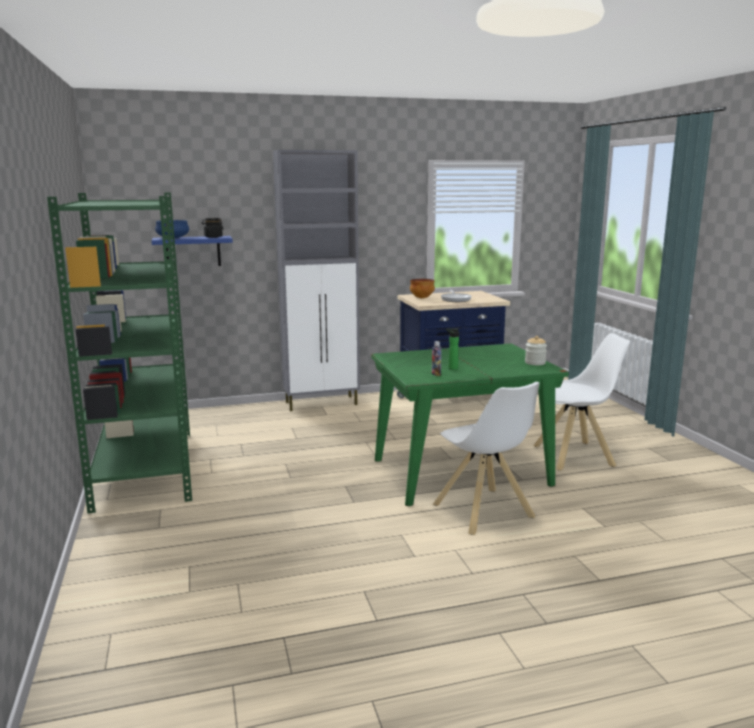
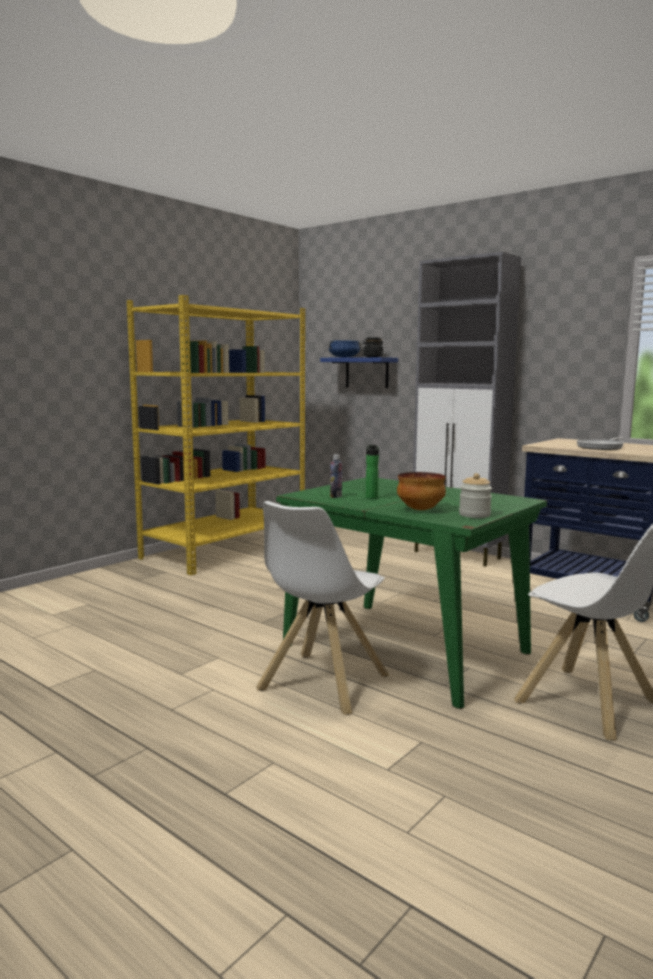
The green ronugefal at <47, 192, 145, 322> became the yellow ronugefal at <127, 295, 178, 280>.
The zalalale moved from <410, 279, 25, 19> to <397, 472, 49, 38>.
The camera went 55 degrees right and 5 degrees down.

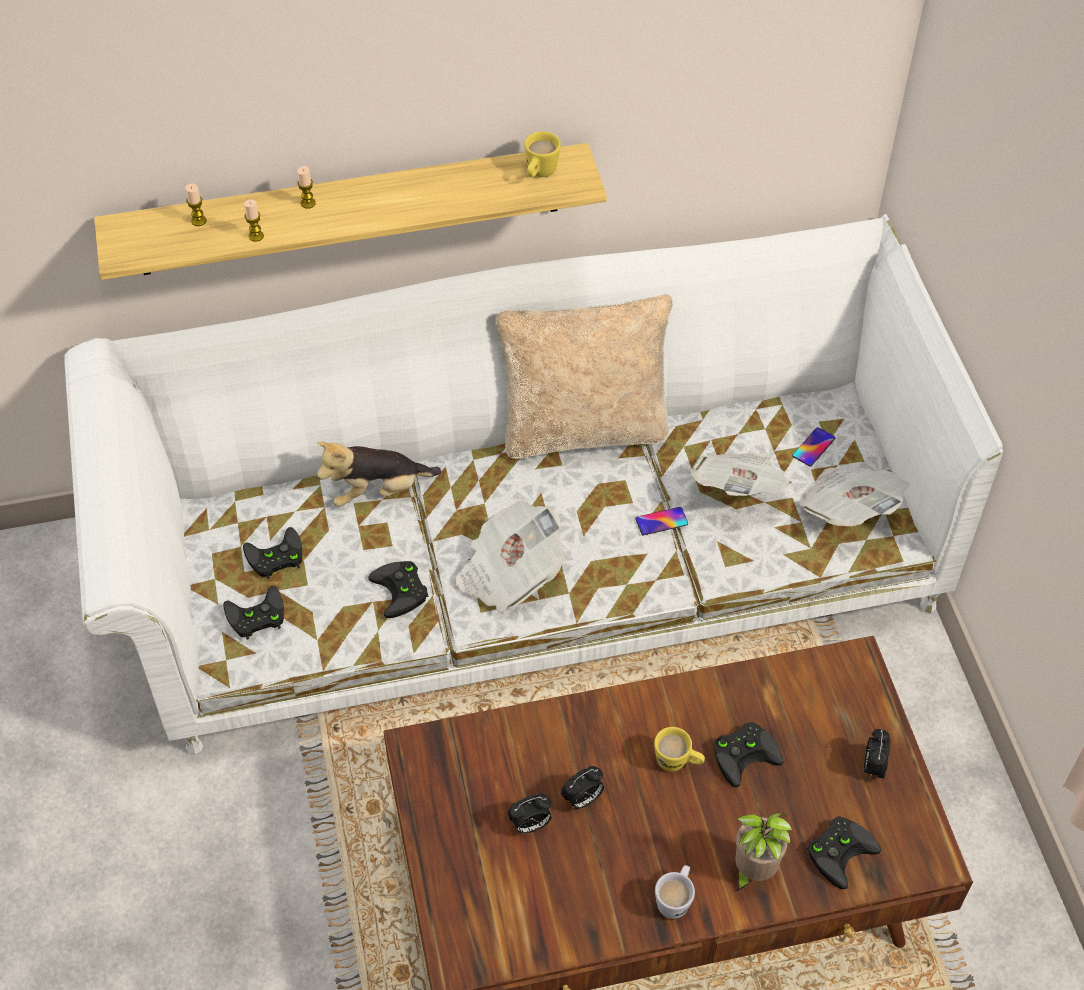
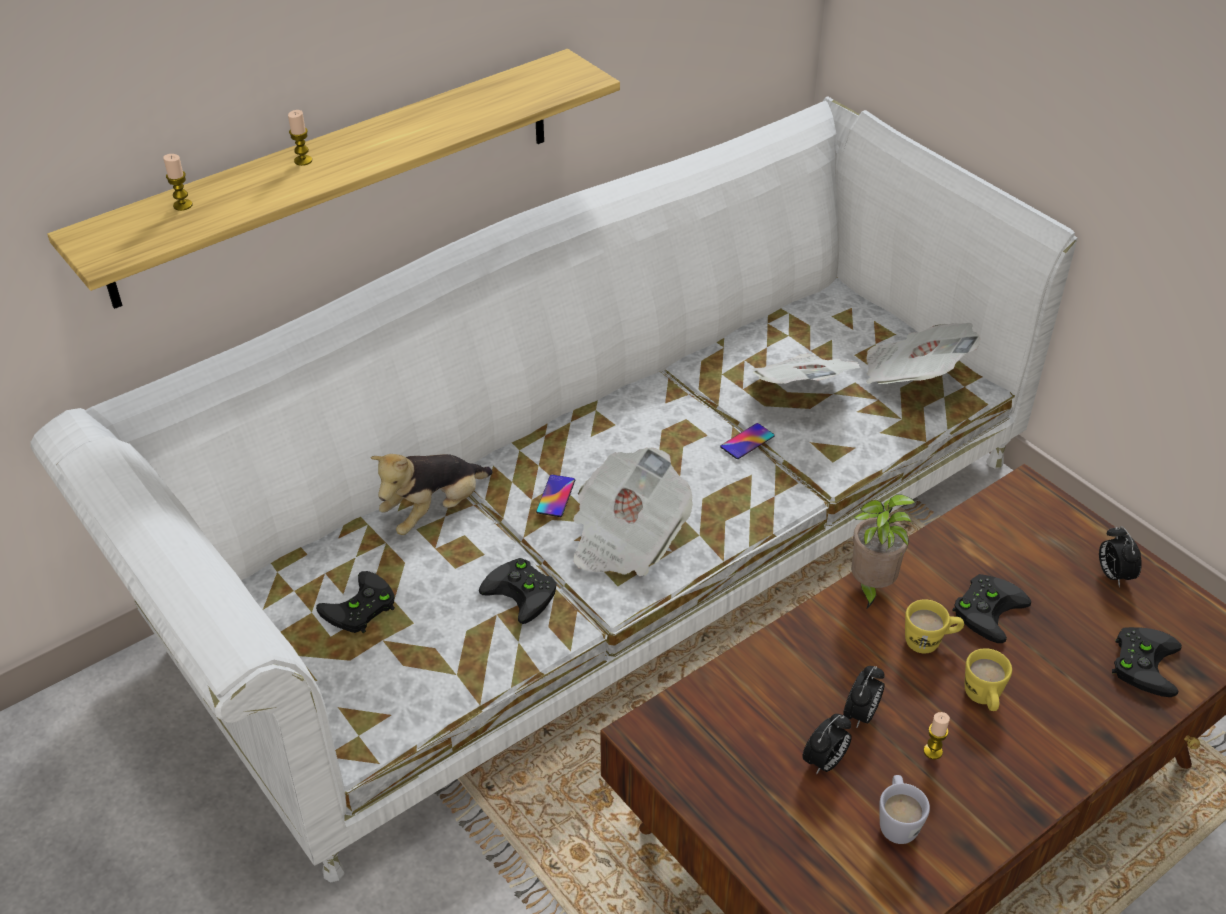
The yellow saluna moved from <524, 131, 37, 46> to <965, 648, 47, 63>.
The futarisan moved from <244, 200, 20, 42> to <923, 712, 27, 47>.
The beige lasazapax at <496, 294, 177, 165> disappeared.
The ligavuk moved from <792, 427, 44, 40> to <536, 475, 39, 42>.
The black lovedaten at <223, 585, 61, 55> disappeared.
The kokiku moved from <735, 813, 57, 79> to <851, 494, 65, 116>.
The white saluna moved from <655, 865, 40, 54> to <879, 775, 51, 69>.
The camera went 25 degrees left and 10 degrees down.

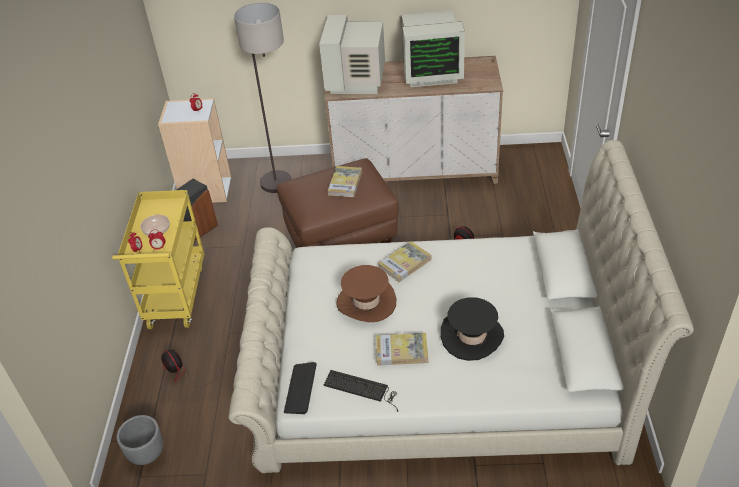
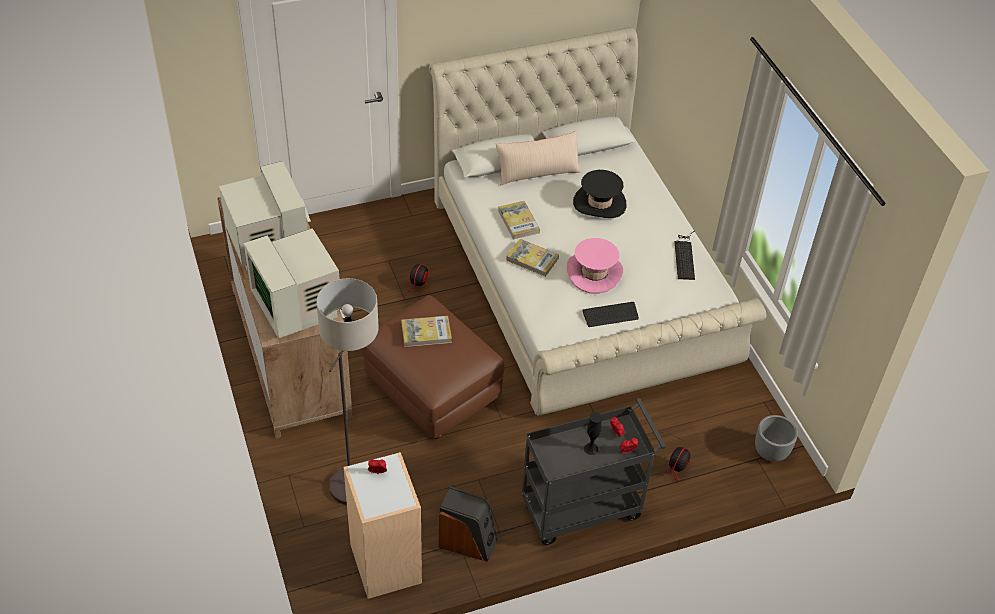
The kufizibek at <319, 15, 66, 79> turned 75 degrees clockwise.
The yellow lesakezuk at <112, 190, 93, 139> became the grey lesakezuk at <522, 398, 144, 147>.
The zalalale at <140, 215, 30, 21> was replaced by the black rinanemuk at <584, 412, 18, 43>.
The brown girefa at <336, 265, 60, 57> became the pink girefa at <567, 238, 56, 56>.
The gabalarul moved from <376, 333, 52, 33> to <498, 201, 42, 39>.
The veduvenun moved from <284, 362, 33, 52> to <583, 302, 56, 25>.
The beige lasazapax at <496, 131, 85, 55> appeared.
The camera went 115 degrees left and 5 degrees up.

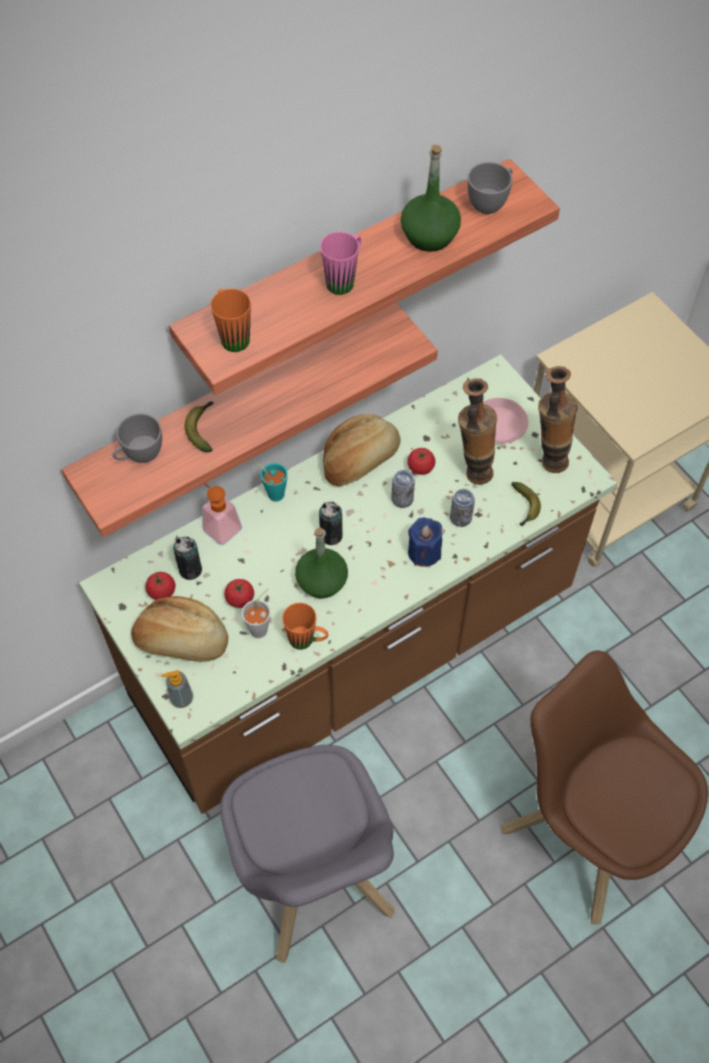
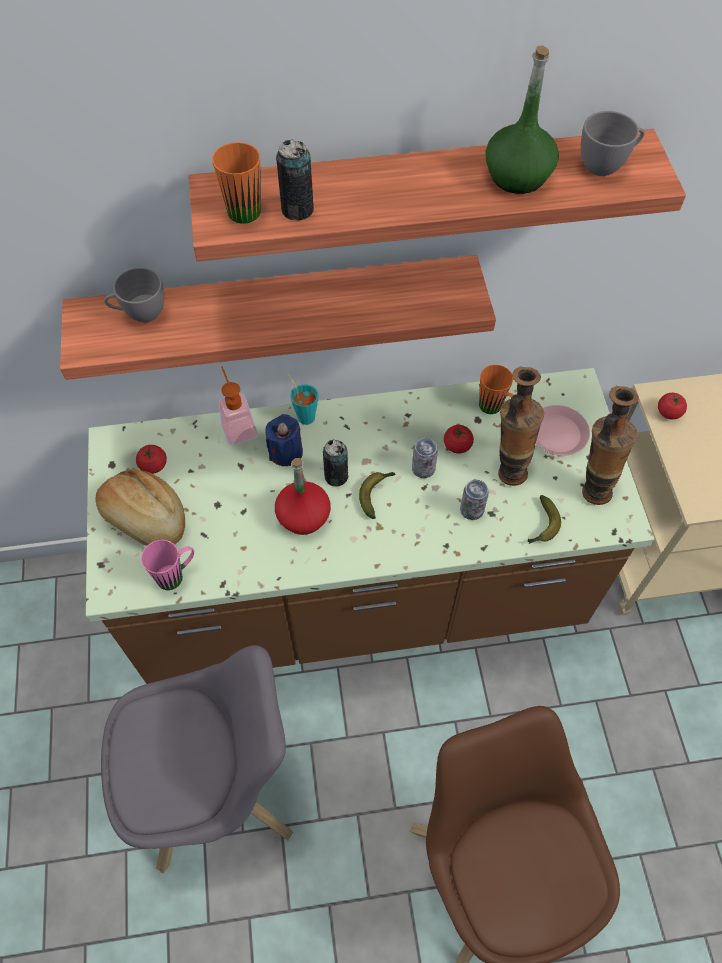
The pink saluna moved from <320, 232, 41, 63> to <141, 540, 53, 50>.
The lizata moved from <185, 401, 29, 51> to <359, 472, 37, 47>.
The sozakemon at <323, 414, 78, 72> disappeared.
The blue futarisan moved from <408, 517, 34, 50> to <265, 414, 38, 52>.
The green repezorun at <295, 527, 53, 71> became the red repezorun at <275, 458, 56, 77>.
The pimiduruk moved from <173, 537, 29, 43> to <276, 139, 38, 82>.
The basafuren moved from <224, 579, 30, 29> to <658, 393, 29, 26>.
The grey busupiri at <242, 588, 28, 50> disappeared.
The orange saluna moved from <282, 603, 46, 47> to <479, 365, 34, 49>.
The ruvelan at <161, 670, 32, 38> disappeared.
The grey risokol at <220, 745, 175, 218> turned 105 degrees counterclockwise.
The camera went 25 degrees right and 0 degrees up.

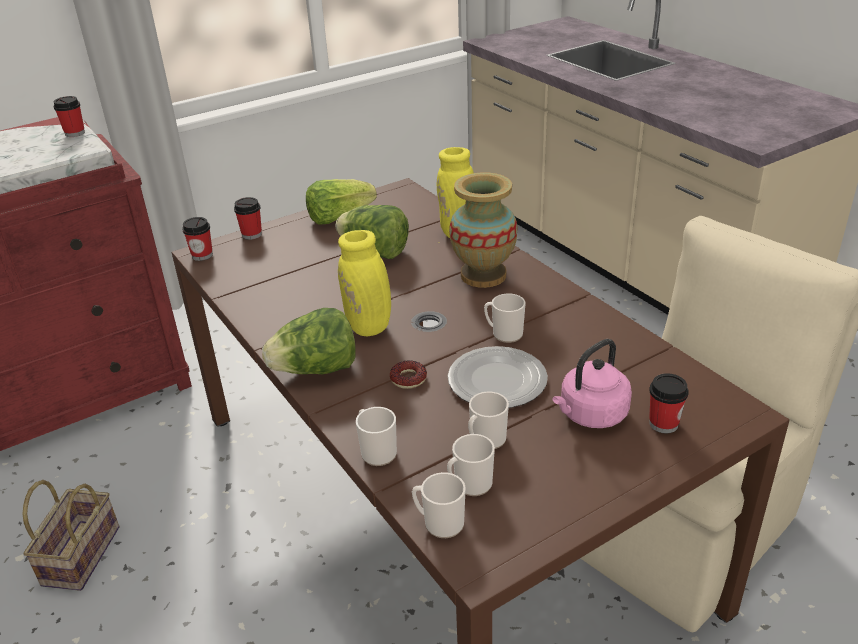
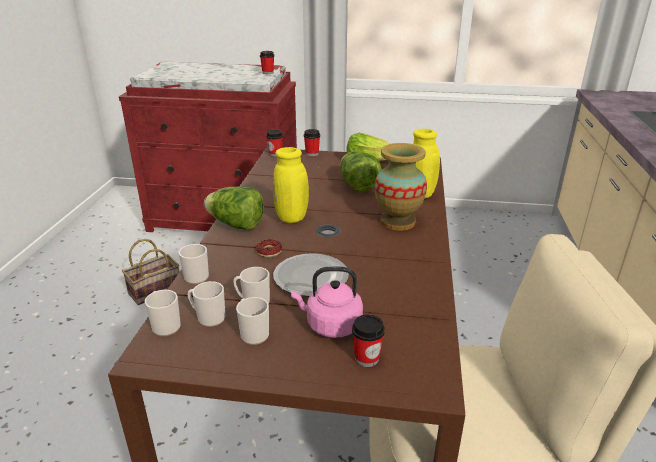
The saluna moved from <484, 294, 41, 49> to <236, 297, 33, 48>.
The camera went 40 degrees right and 5 degrees down.

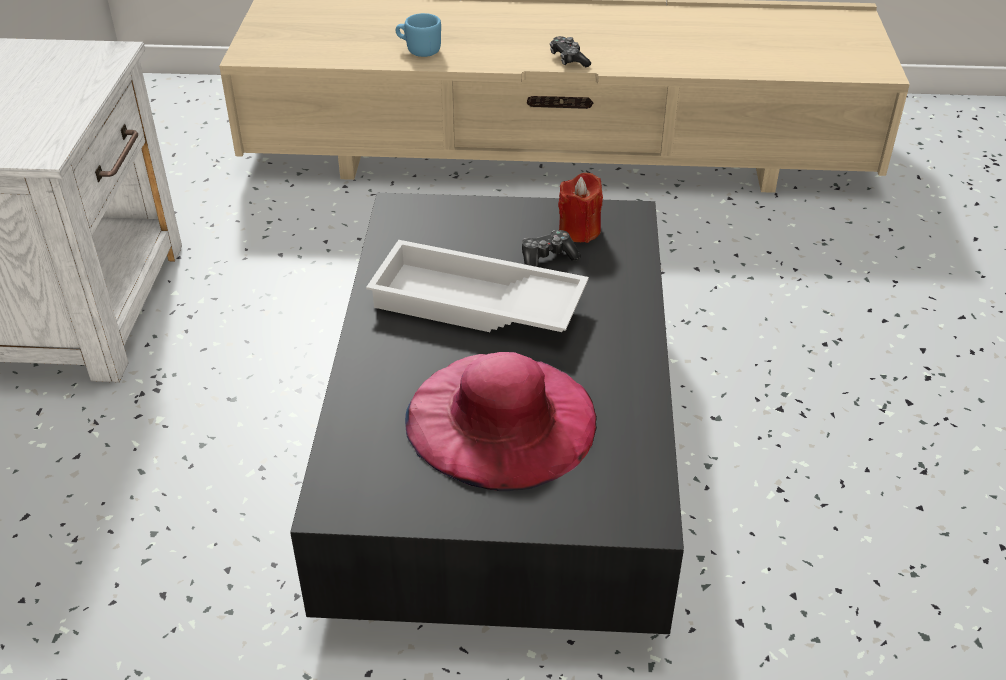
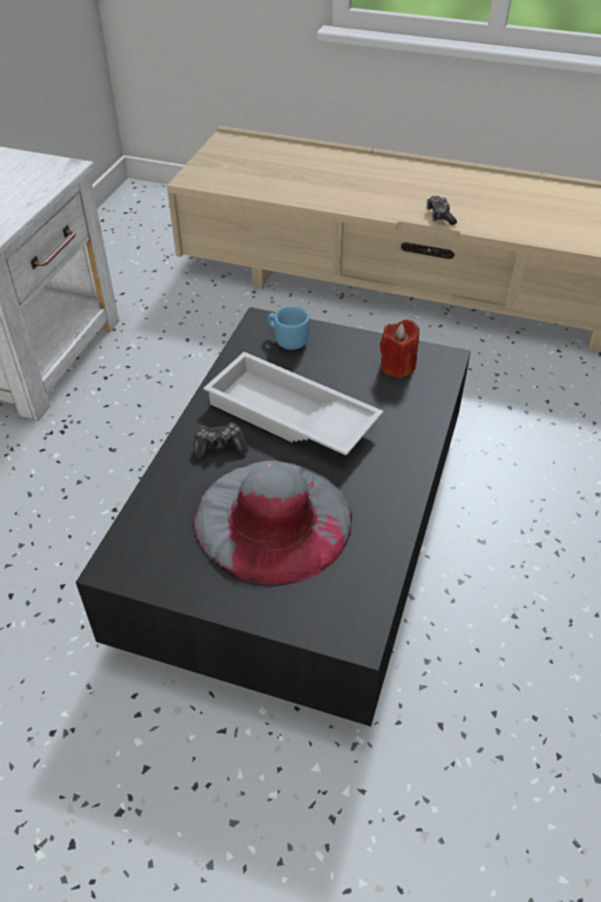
The blue saluna moved from <396, 13, 45, 44> to <267, 306, 43, 44>.
The lovedaten moved from <522, 230, 59, 37> to <193, 423, 55, 37>.
The pink girefa at <405, 352, 192, 139> became the grey girefa at <193, 461, 159, 126>.
The camera went 15 degrees right and 5 degrees up.

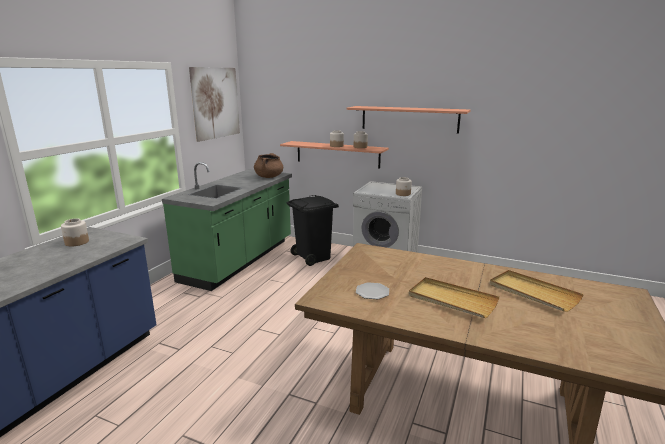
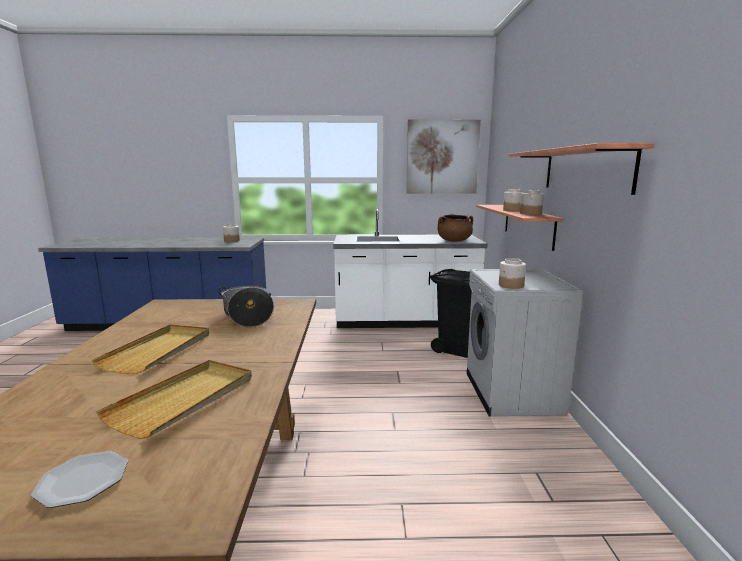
The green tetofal at <162, 162, 130, 129> became the white tetofal at <333, 209, 154, 119>.
The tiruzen moved from <356, 282, 33, 17> to <31, 451, 97, 57>.
The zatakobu at <218, 286, 56, 41> appeared.
The camera went 65 degrees right and 5 degrees down.

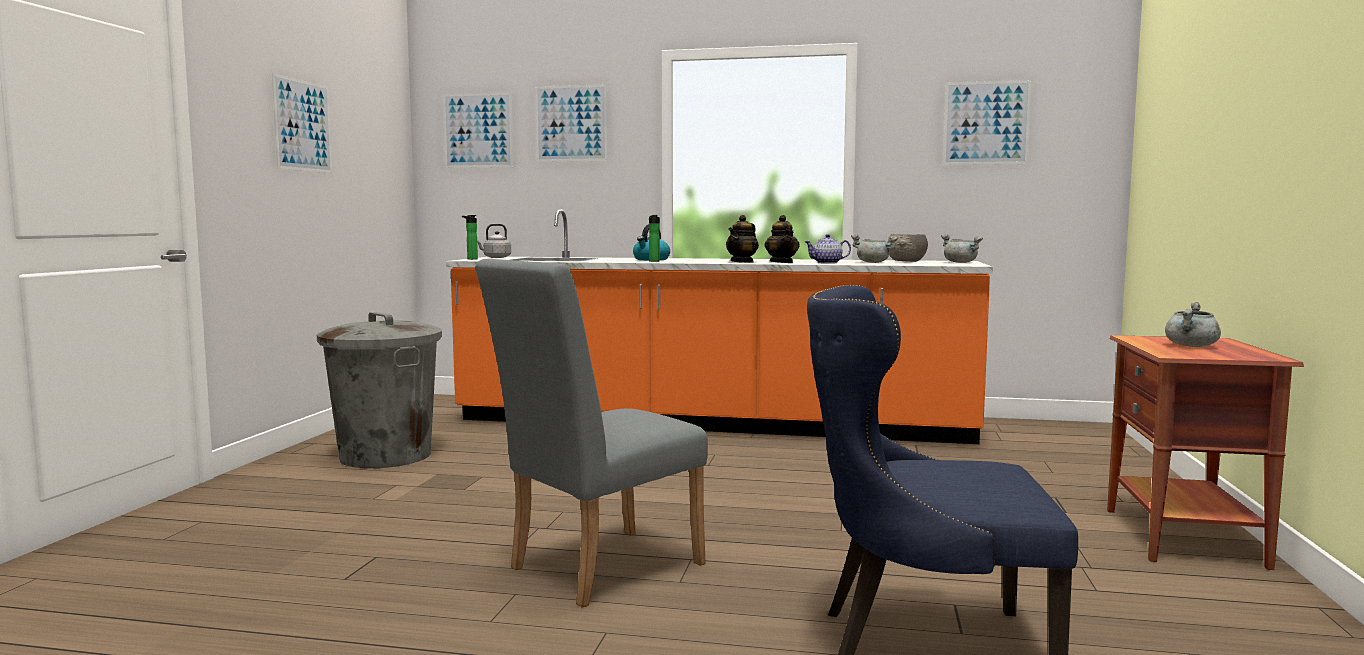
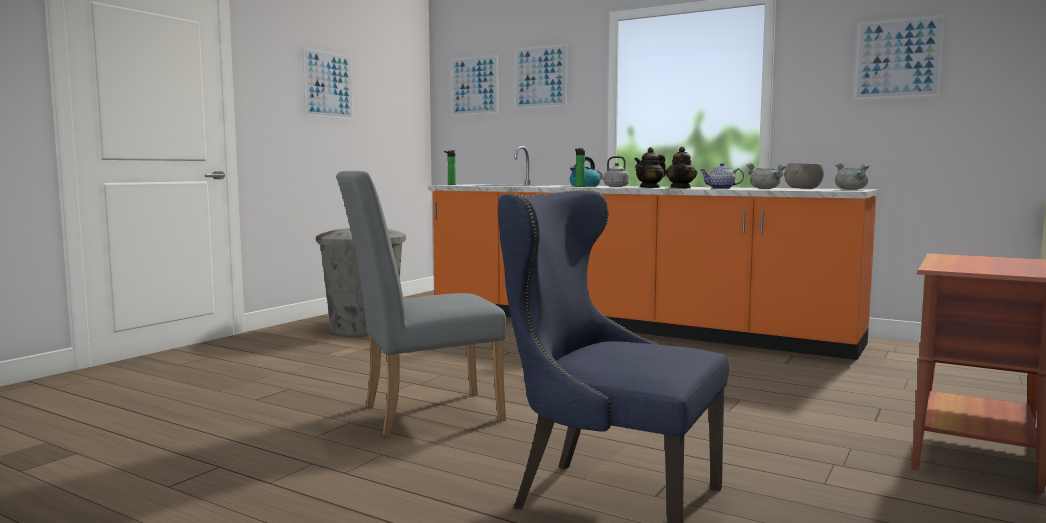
The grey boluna moved from <477, 224, 34, 34> to <597, 156, 32, 31>.
The grey zatakobu at <1165, 302, 56, 45> disappeared.
The camera went 20 degrees right and 0 degrees up.

